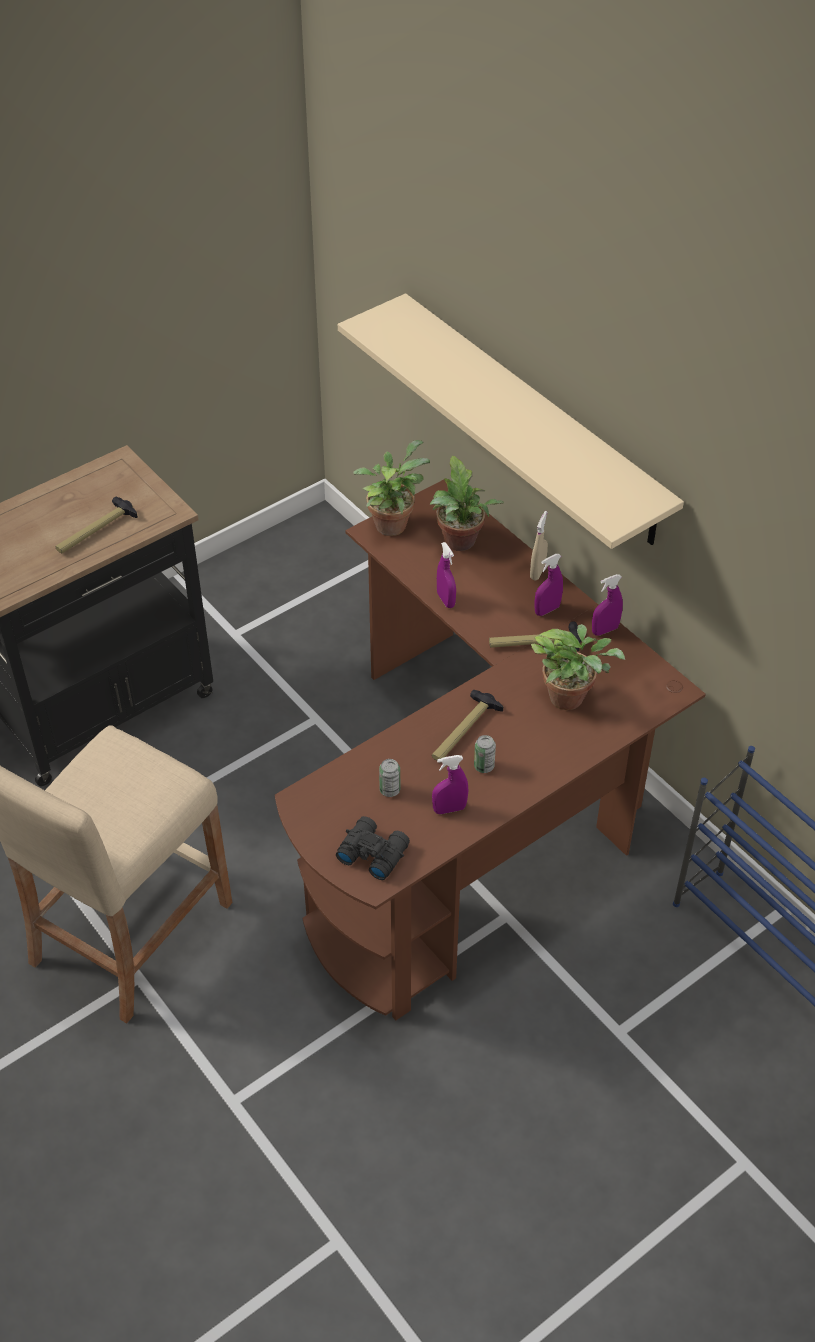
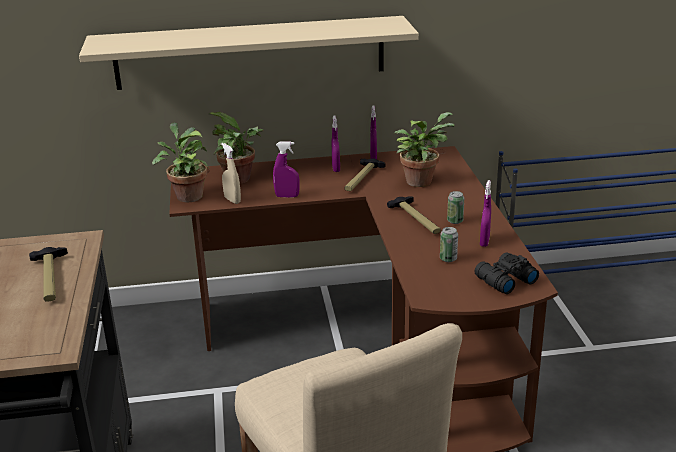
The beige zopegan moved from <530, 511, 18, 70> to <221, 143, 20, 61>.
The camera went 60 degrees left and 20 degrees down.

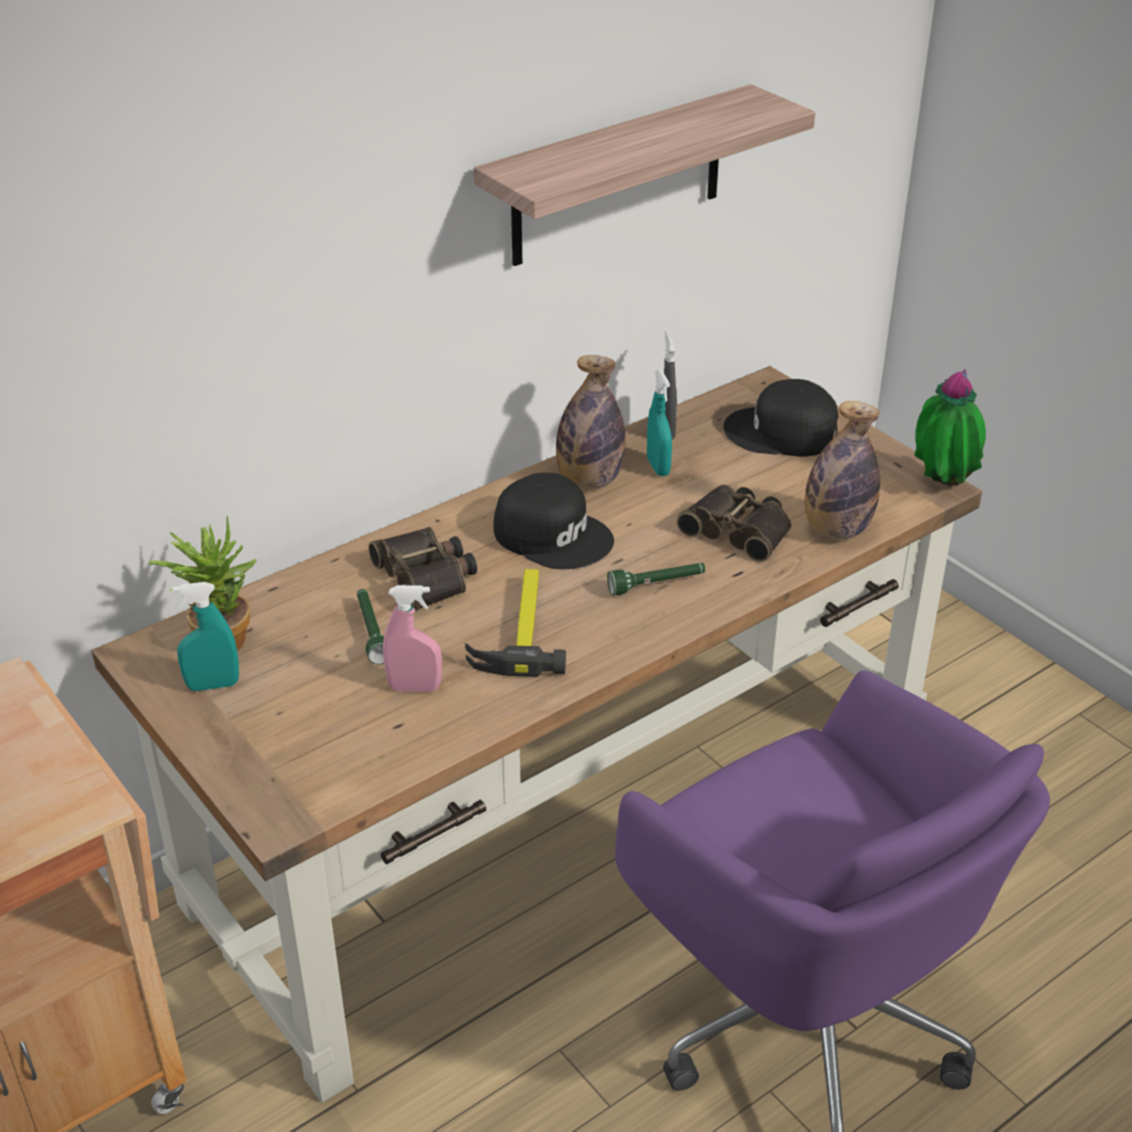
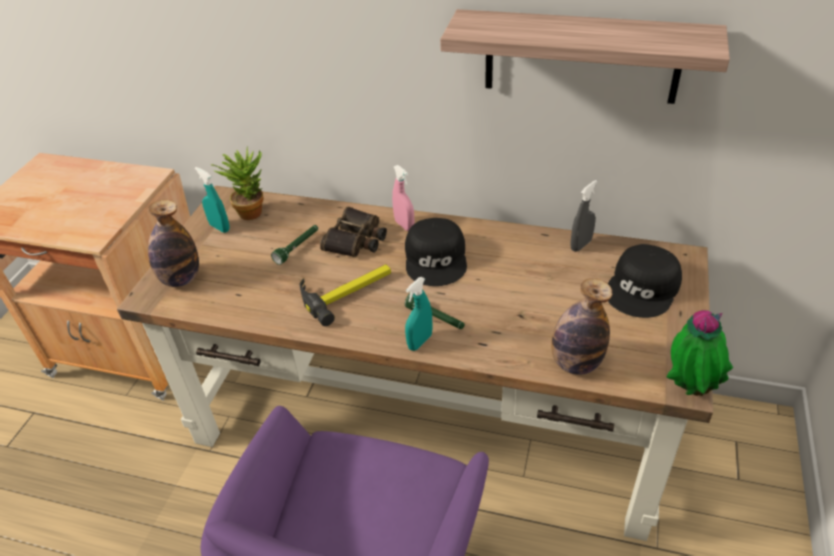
The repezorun moved from <556, 355, 70, 134> to <148, 200, 51, 87>.
The turquoise zopegan moved from <647, 370, 25, 106> to <405, 277, 28, 74>.
The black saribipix at <723, 379, 116, 78> turned 120 degrees counterclockwise.
The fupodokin at <677, 484, 114, 78> disappeared.
The pink zopegan moved from <383, 585, 59, 107> to <392, 165, 23, 66>.
The camera went 55 degrees right and 5 degrees up.

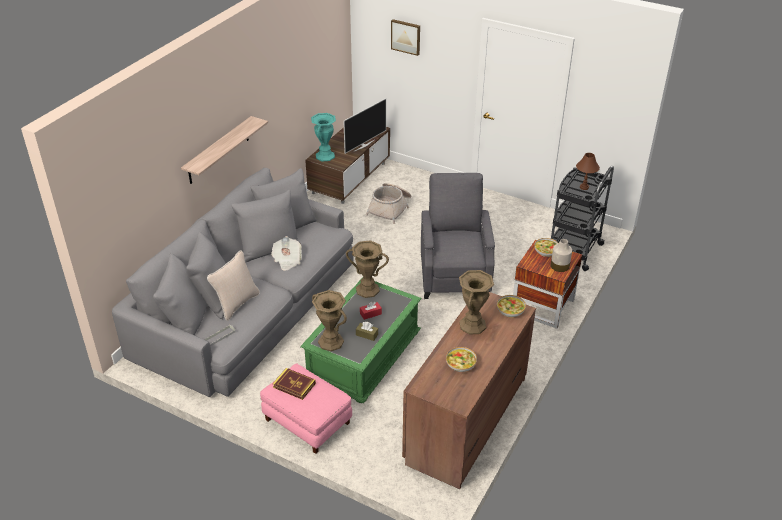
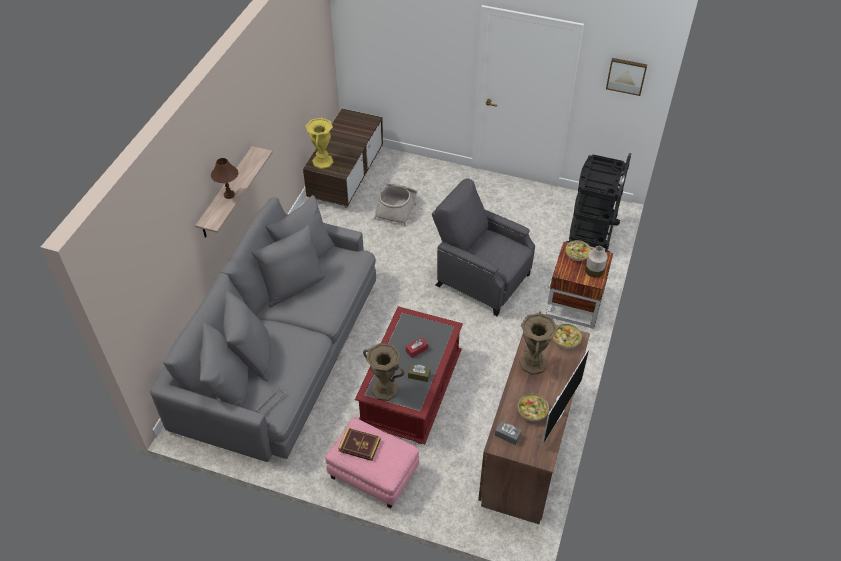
The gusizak moved from <391, 19, 29, 37> to <606, 58, 41, 38>.
The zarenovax moved from <343, 98, 43, 56> to <542, 348, 48, 97>.
The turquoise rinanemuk at <311, 113, 25, 49> became the yellow rinanemuk at <305, 118, 29, 51>.
The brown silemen moved from <576, 153, 24, 37> to <211, 158, 27, 41>.
The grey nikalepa at <421, 173, 74, 126> turned 45 degrees counterclockwise.
The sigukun at <271, 236, 31, 35> disappeared.
The brown rinanemuk at <346, 240, 43, 58> disappeared.
The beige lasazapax at <207, 250, 53, 71> disappeared.
The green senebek at <300, 277, 122, 126> became the red senebek at <355, 306, 108, 138>.
The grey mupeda at <495, 421, 27, 24> appeared.
The camera went 10 degrees left and 10 degrees up.

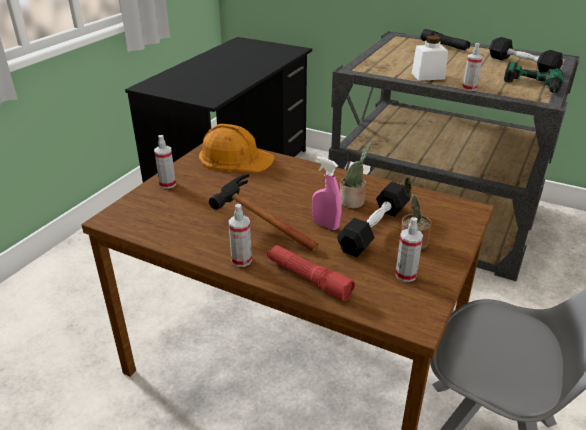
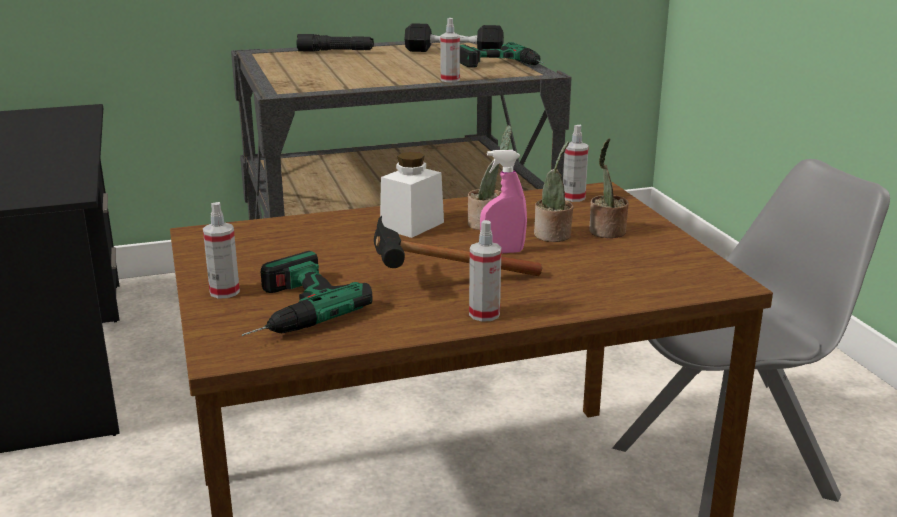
The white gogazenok moved from <412, 35, 36, 46> to <380, 152, 64, 86>.
The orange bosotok at <199, 124, 76, 48> disappeared.
The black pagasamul at <337, 182, 73, 75> was replaced by the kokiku at <534, 141, 40, 101>.
The zopegan moved from <395, 217, 28, 65> to <563, 125, 26, 77>.
The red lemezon at <267, 245, 88, 56> disappeared.
The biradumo at <242, 251, 130, 85> appeared.
The camera went 45 degrees left and 10 degrees down.

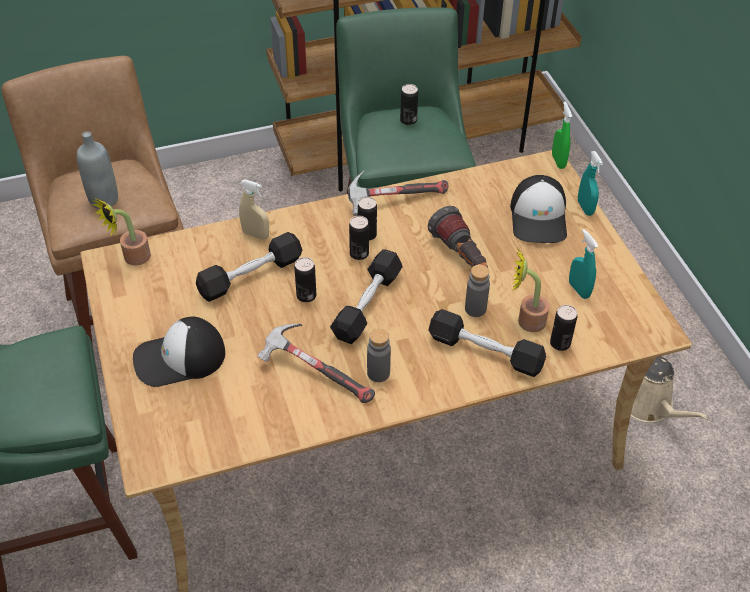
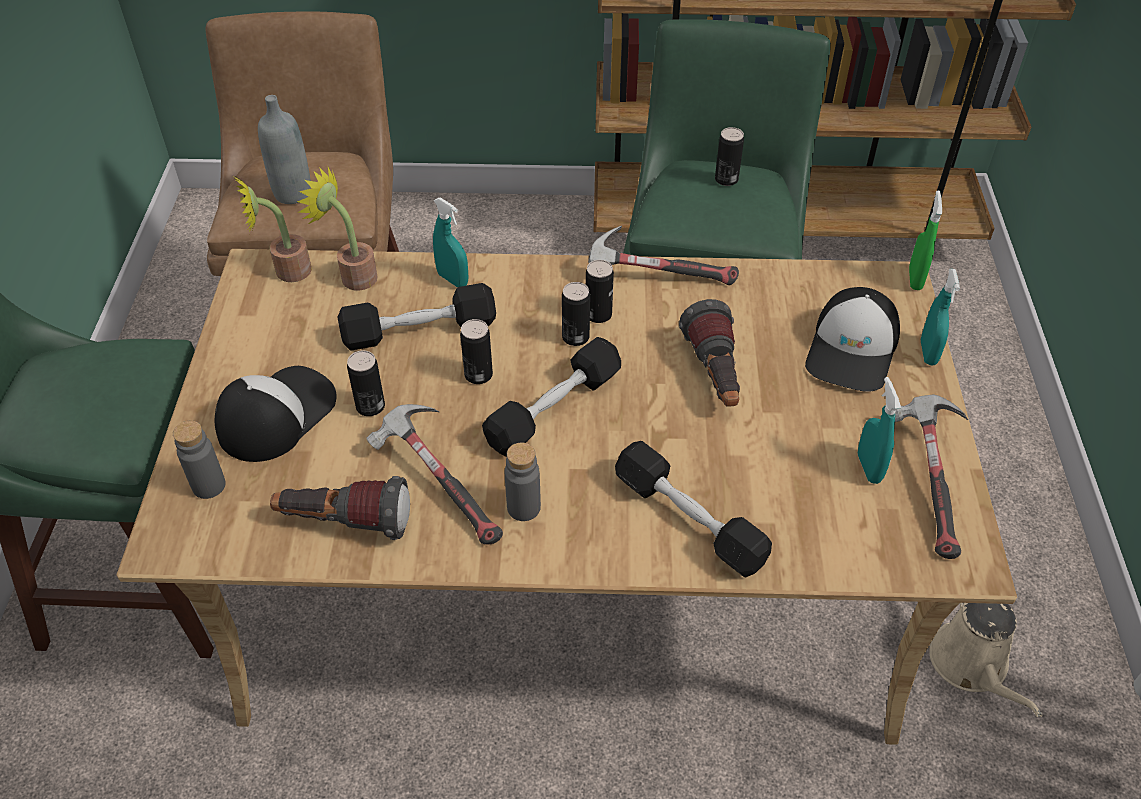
The beige zopegan at <239, 180, 30, 60> became the turquoise zopegan at <433, 198, 35, 89>.
The kokiku moved from <512, 247, 38, 85> to <297, 165, 81, 125>.
The grey repezorun moved from <465, 265, 25, 52> to <173, 420, 53, 79>.
The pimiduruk moved from <550, 305, 27, 46> to <347, 350, 38, 66>.
The saribipix at <133, 317, 92, 70> turned 120 degrees clockwise.
The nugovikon at <895, 395, 73, 164> appeared.
The lemezon at <270, 476, 140, 64> appeared.
The camera went 20 degrees right and 0 degrees up.

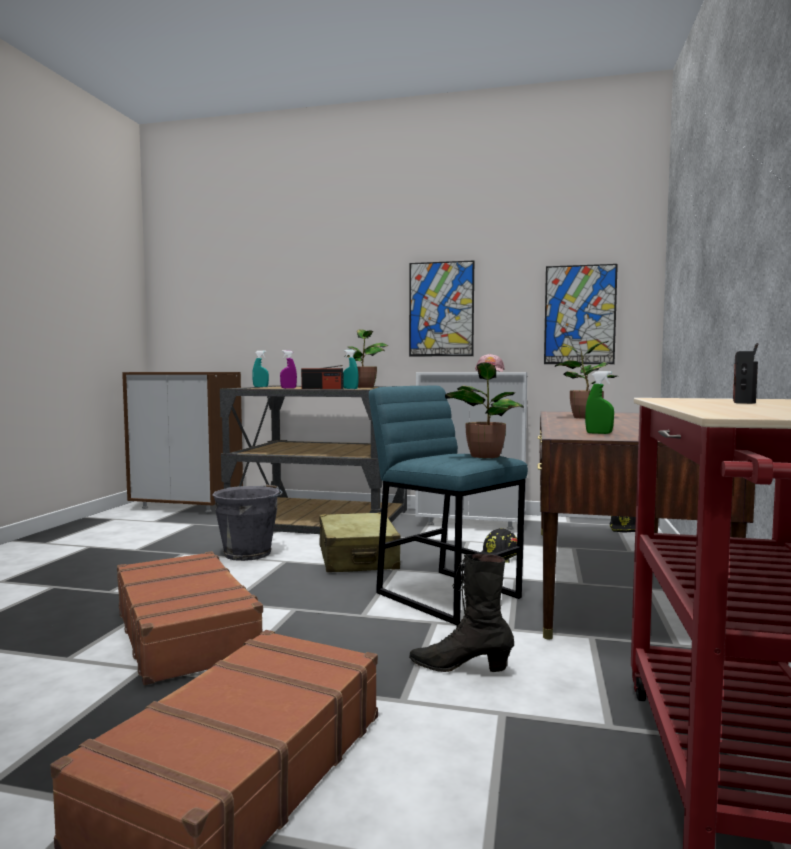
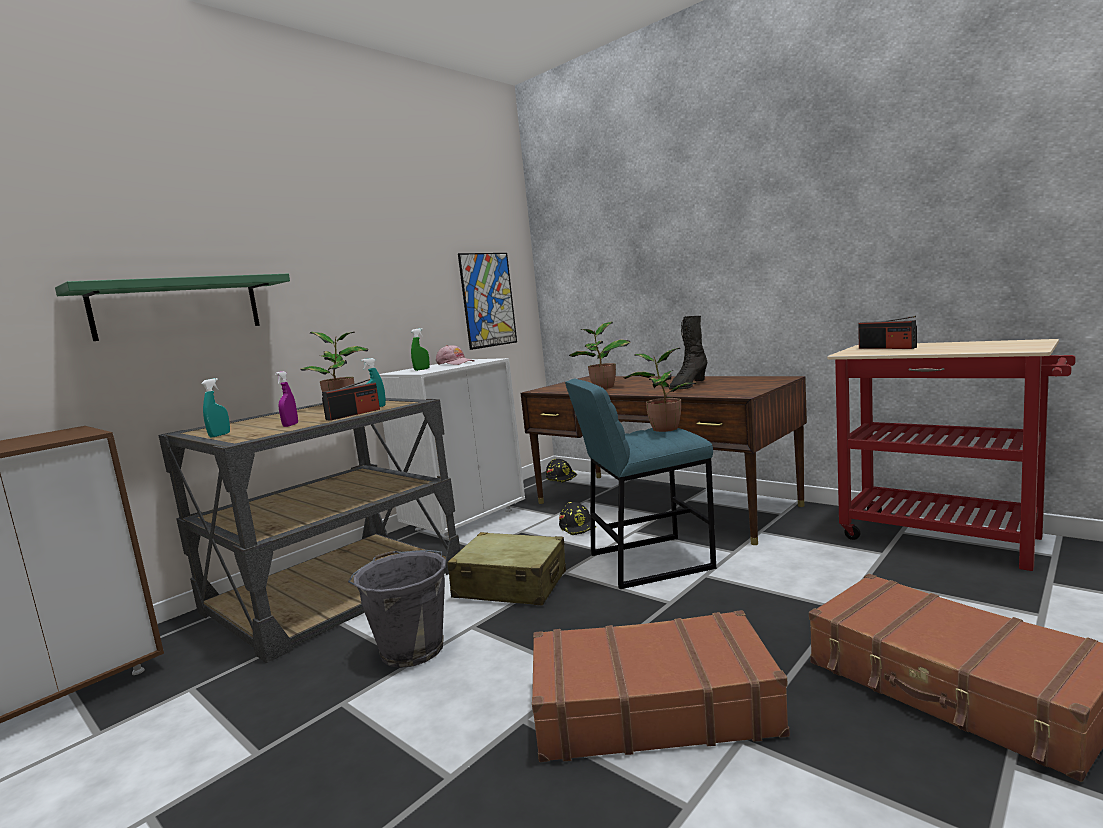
The gusizak at <409, 261, 65, 95> disappeared.
The green zopegan moved from <585, 371, 29, 63> to <411, 328, 19, 43>.
The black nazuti moved from <409, 554, 105, 118> to <669, 316, 38, 74>.
The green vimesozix at <55, 274, 235, 67> appeared.
The camera went 60 degrees left and 5 degrees up.

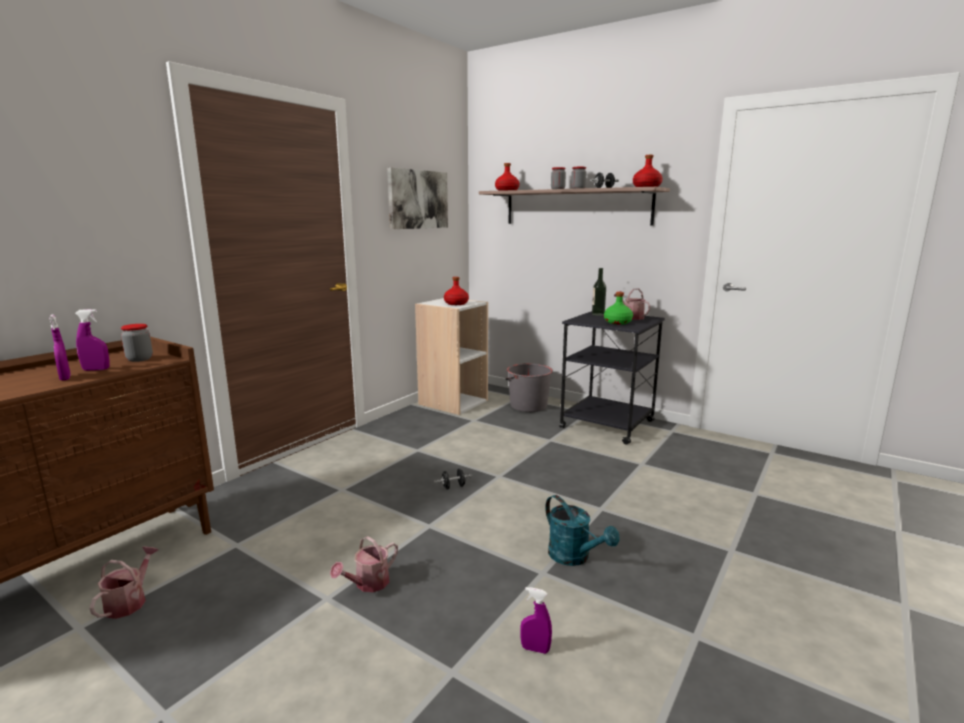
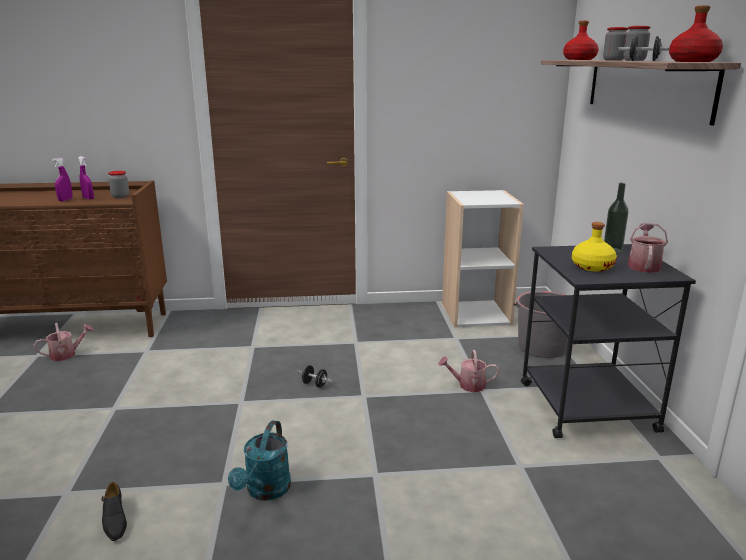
The gusizak at <387, 167, 61, 62> disappeared.
The red repezorun at <444, 277, 25, 28> disappeared.
The green repezorun at <604, 292, 29, 33> became the yellow repezorun at <572, 222, 45, 50>.
The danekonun moved from <330, 536, 68, 56> to <438, 350, 61, 42>.
The purple zopegan at <520, 587, 32, 67> was replaced by the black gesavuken at <101, 482, 26, 59>.
The camera went 50 degrees right and 5 degrees up.

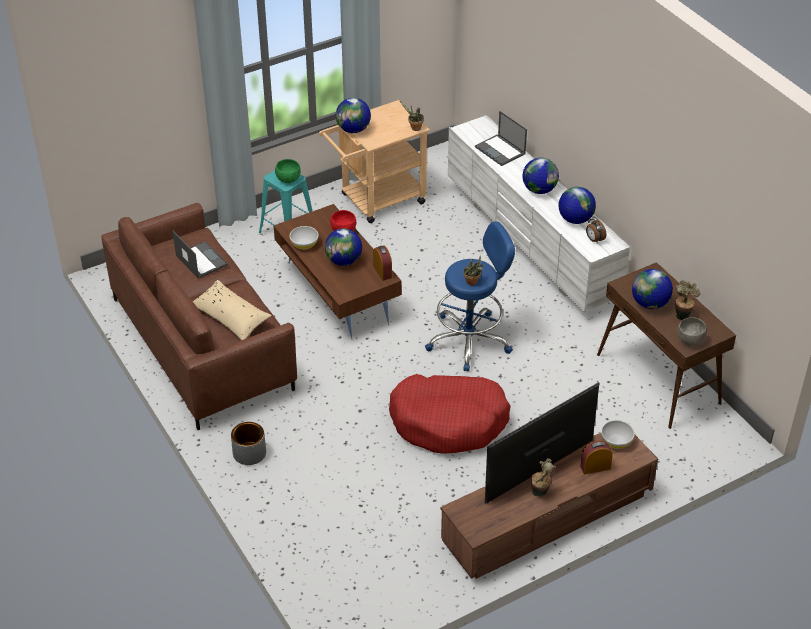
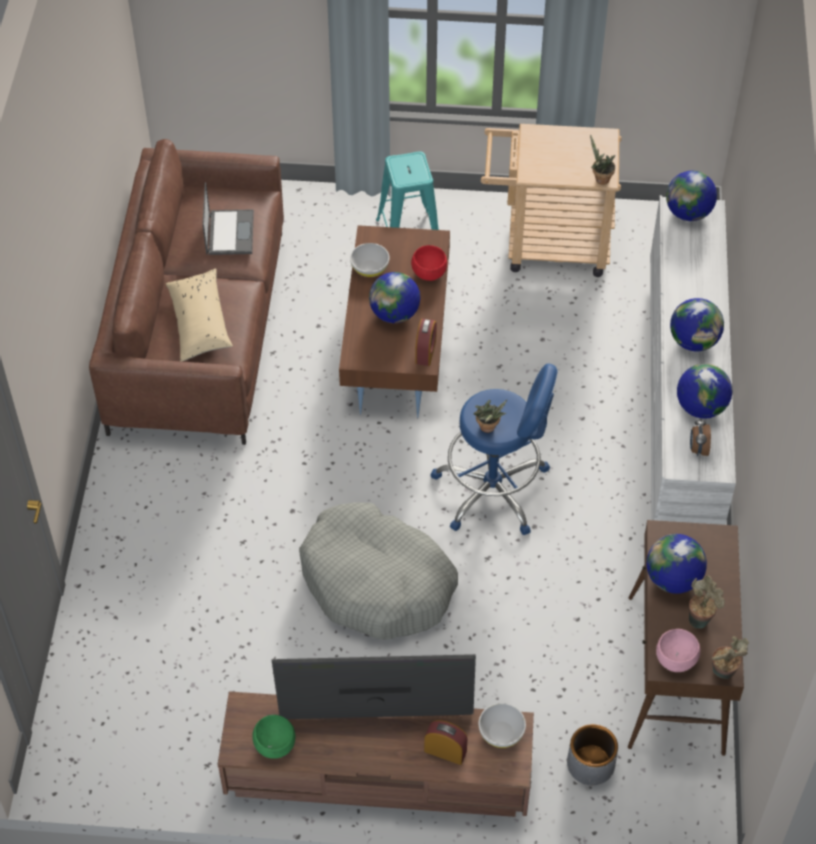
The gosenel moved from <336, 98, 35, 35> to <666, 171, 51, 50>.
The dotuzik at <475, 111, 52, 55> disappeared.
The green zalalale moved from <275, 159, 26, 24> to <252, 715, 43, 44>.
The grey zalalale at <677, 317, 30, 29> became the pink zalalale at <656, 629, 45, 43>.
The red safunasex at <389, 374, 122, 80> became the grey safunasex at <299, 503, 159, 137>.
The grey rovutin moved from <231, 422, 35, 43> to <567, 724, 51, 61>.
The kokiku moved from <531, 458, 24, 38> to <712, 636, 37, 43>.
The camera went 35 degrees right and 10 degrees up.

